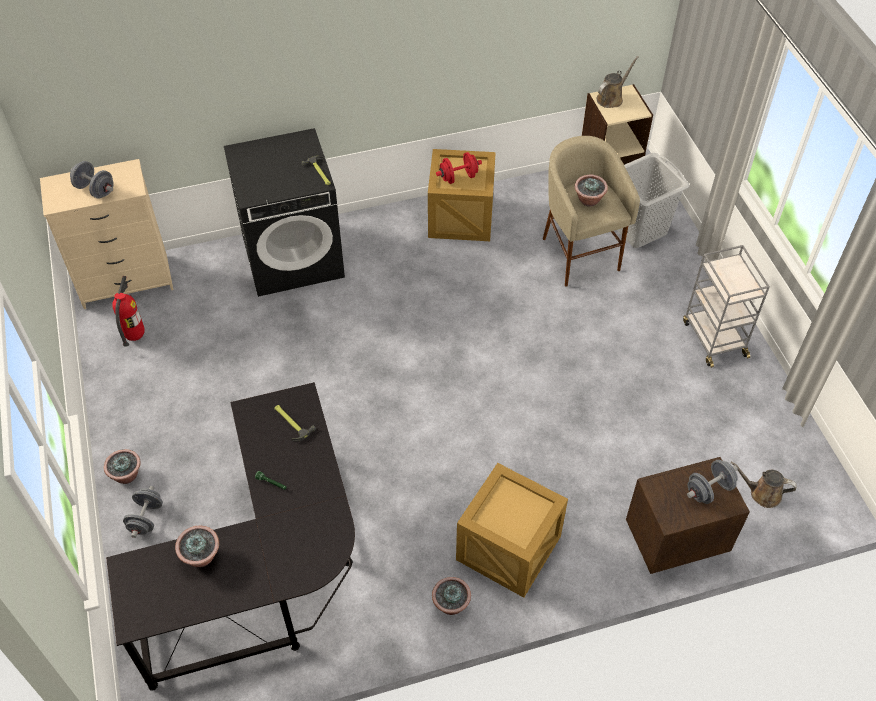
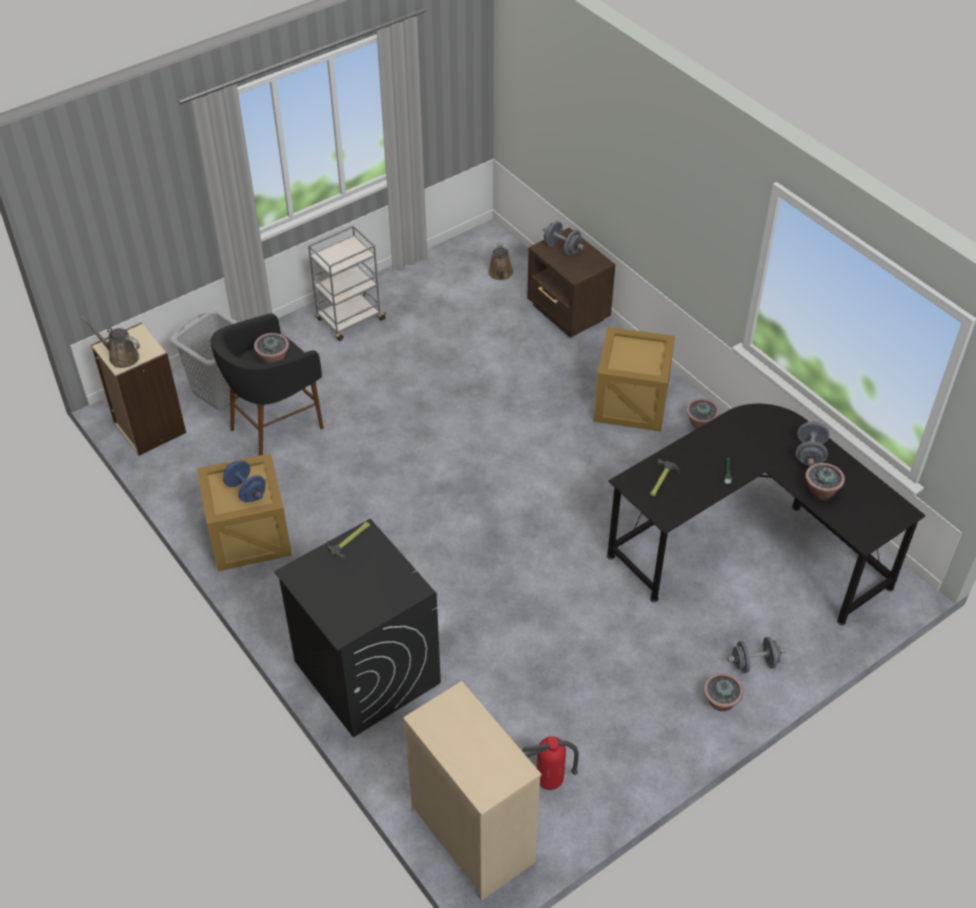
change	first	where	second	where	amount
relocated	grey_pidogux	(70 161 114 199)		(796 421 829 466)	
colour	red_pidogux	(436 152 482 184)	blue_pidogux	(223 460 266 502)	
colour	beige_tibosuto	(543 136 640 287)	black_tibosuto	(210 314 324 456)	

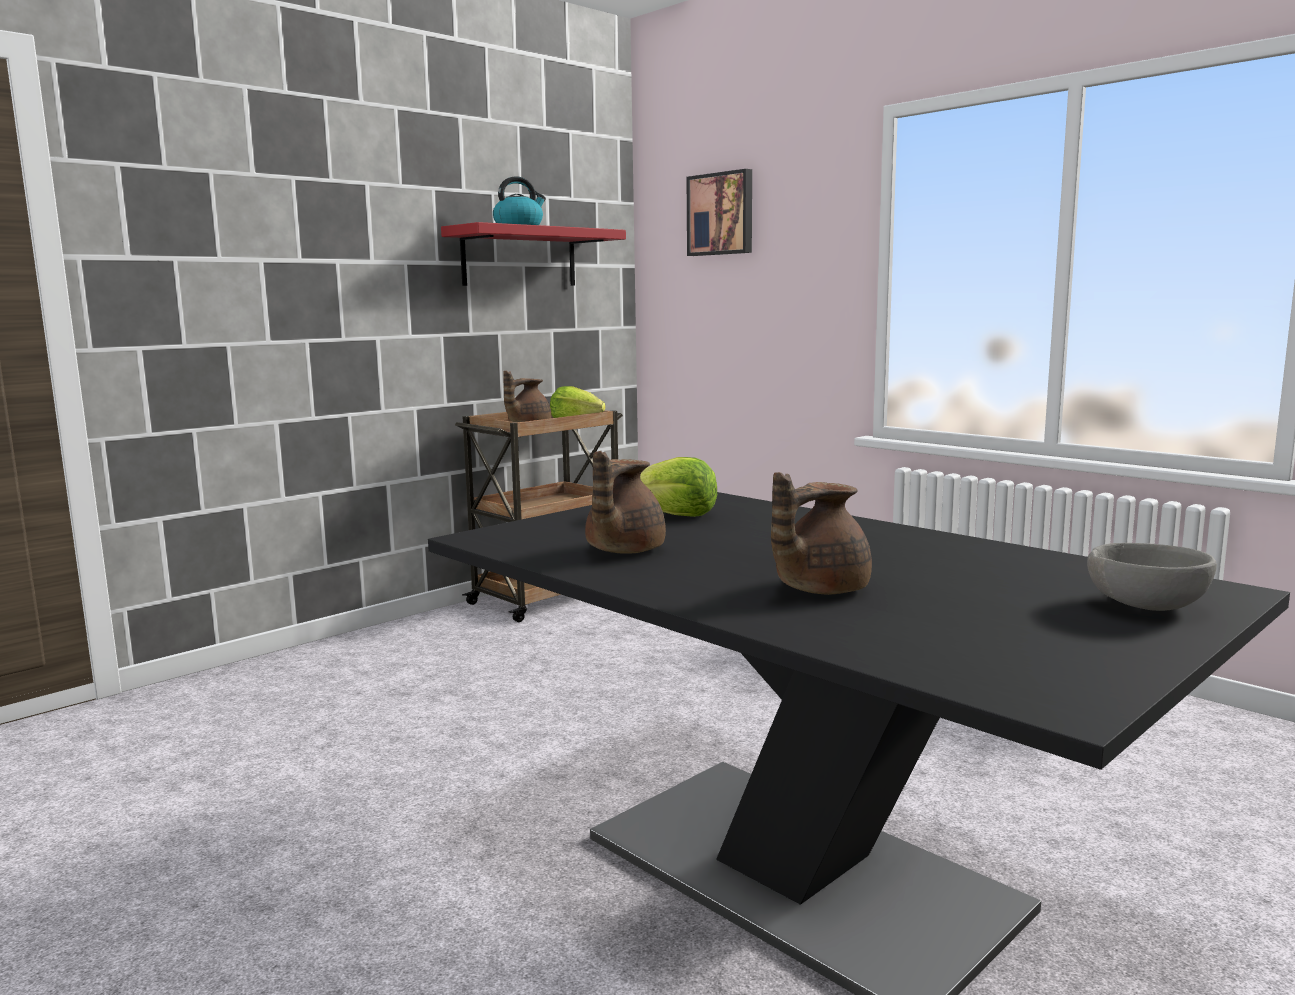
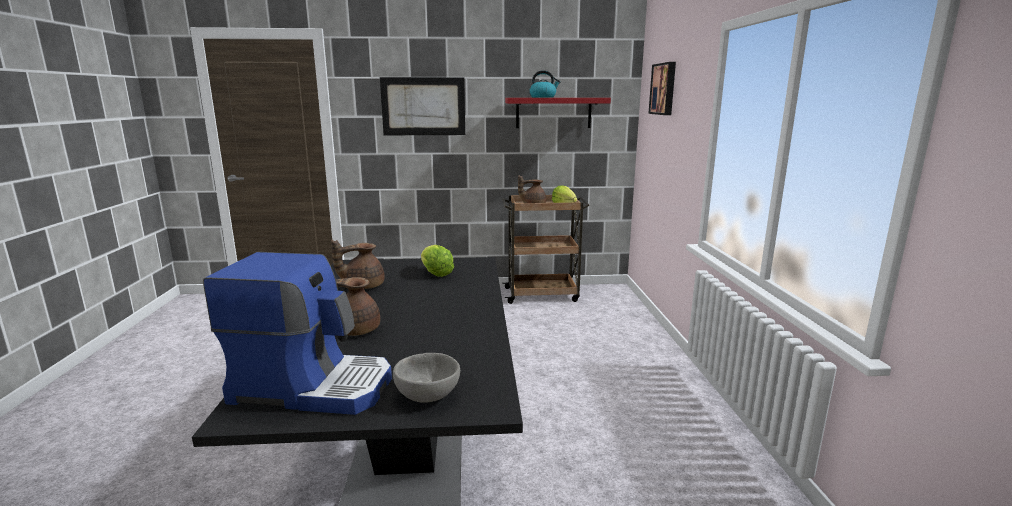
change	first	where	second	where	amount
appeared			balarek	(203 252 392 415)	
appeared			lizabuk	(380 77 465 135)	

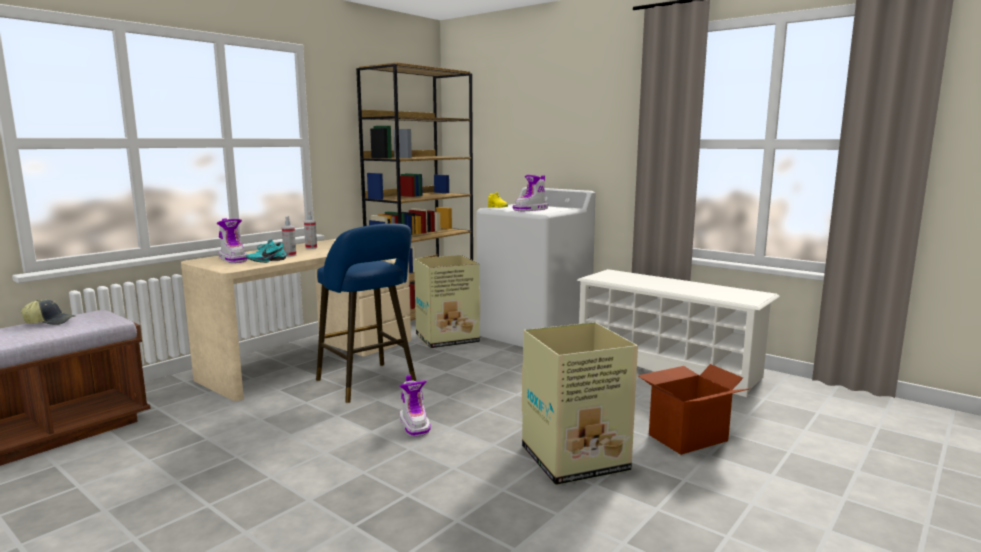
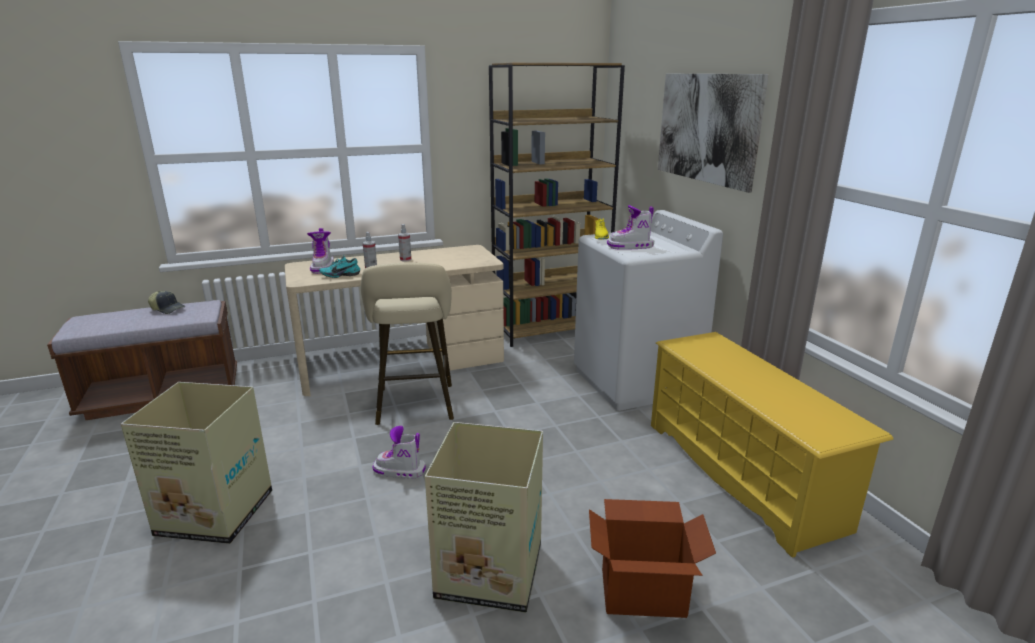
change	first	where	second	where	amount
appeared			lizabuk	(658 74 769 193)	
relocated	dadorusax	(414 255 480 348)		(121 382 272 544)	
colour	blue_tibosuto	(316 223 416 403)	beige_tibosuto	(361 263 454 425)	
colour	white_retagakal	(577 269 780 397)	yellow_retagakal	(651 332 893 558)	
spun	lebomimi	(399 375 431 437)		(373 426 426 478)	90 degrees clockwise

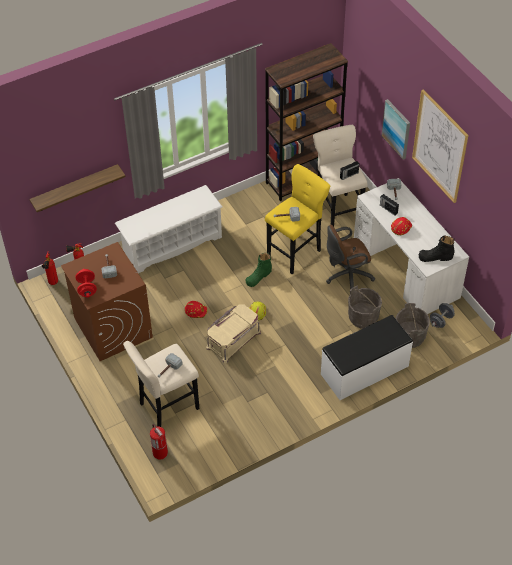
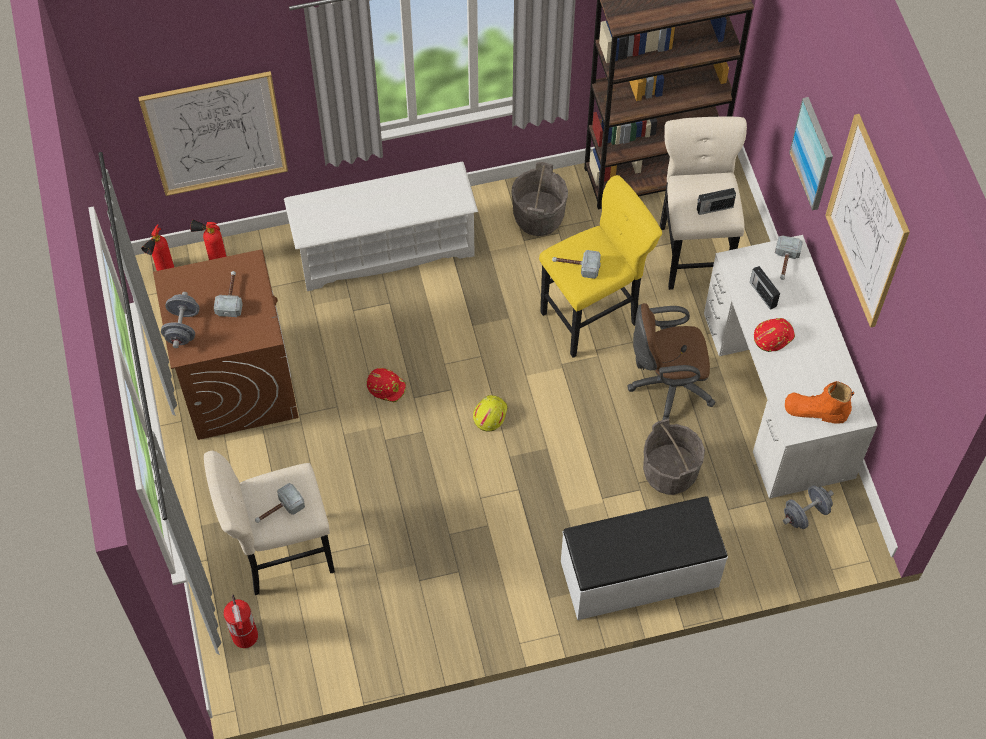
change	first	where	second	where	amount
missing	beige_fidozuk	(206 304 261 363)			
missing	green_lebomimi	(246 252 272 287)			
relocated	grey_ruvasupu	(396 303 430 348)		(511 162 568 236)	
exchanged	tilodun	(30 164 126 212)	lizabuk	(138 71 288 196)	
colour	red_pidogux	(76 269 97 298)	grey_pidogux	(161 292 200 348)	
colour	black_lebomimi	(419 235 455 262)	orange_lebomimi	(785 381 854 424)	

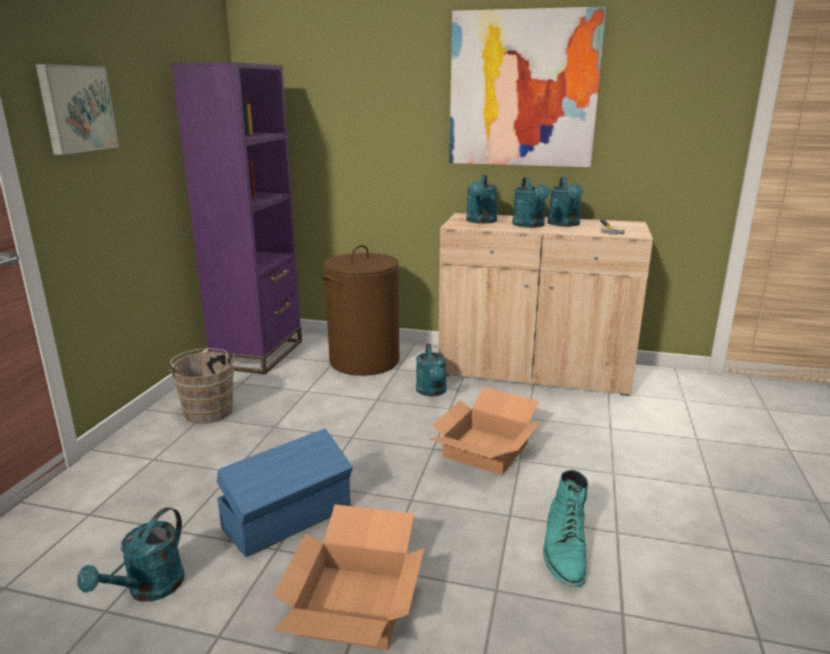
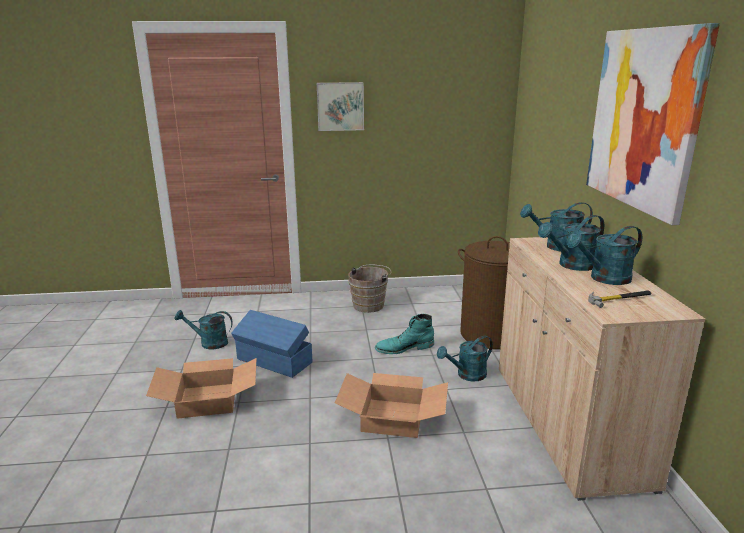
change	first	where	second	where	amount
missing	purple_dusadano	(171 62 302 374)			
relocated	turquoise_lebomimi	(543 470 588 588)		(375 314 434 354)	

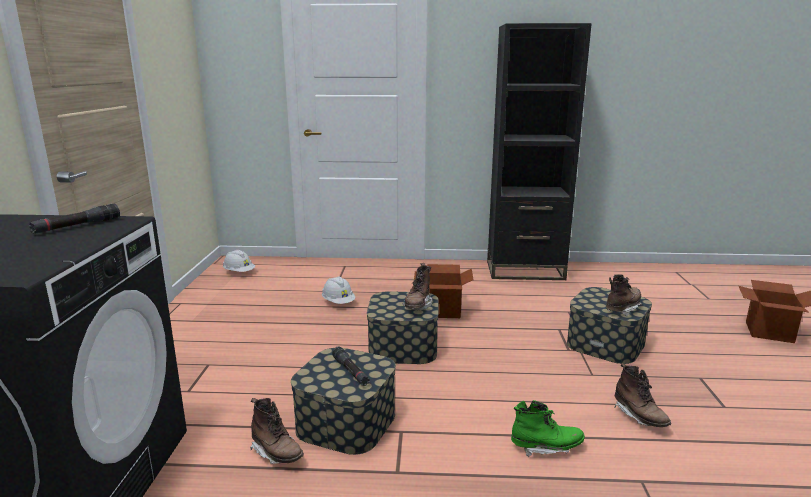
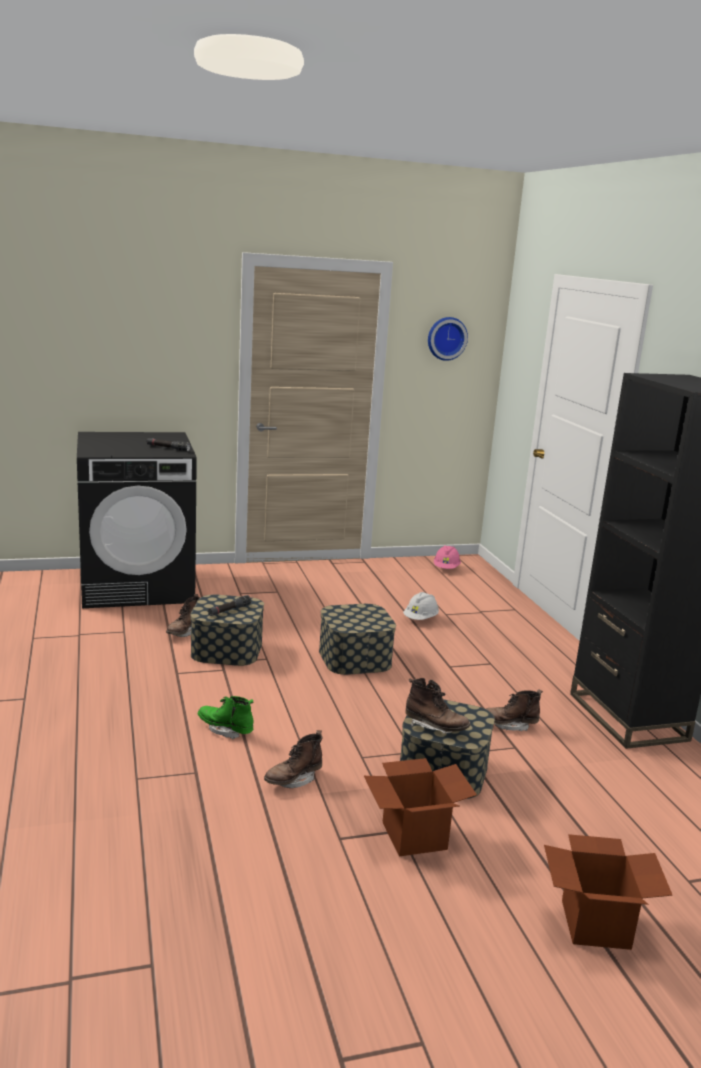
change	first	where	second	where	amount
appeared			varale	(428 317 468 361)	
relocated	brown_lebomimi	(402 263 432 310)		(486 690 543 731)	
relocated	dadorusax	(414 264 474 318)		(364 758 477 856)	
colour	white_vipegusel	(223 250 255 272)	pink_vipegusel	(434 545 461 569)	
spun	green_lebomimi	(511 400 585 457)		(198 696 253 739)	135 degrees clockwise

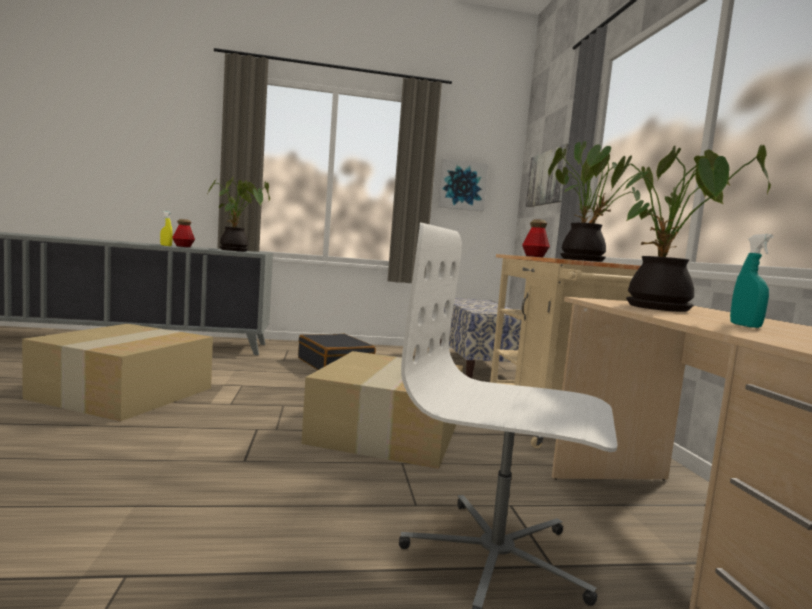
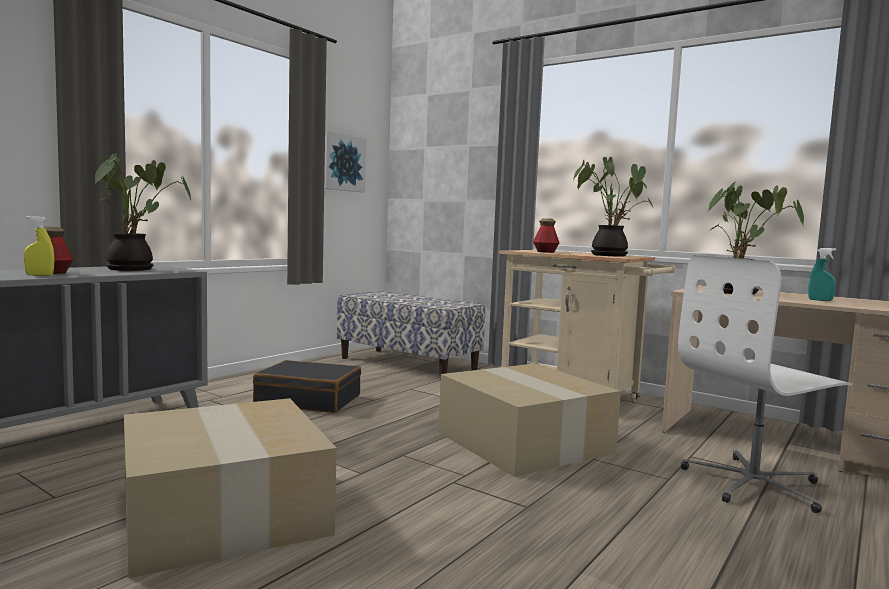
change	first	where	second	where	amount
missing	lizabuk	(526 143 568 207)			

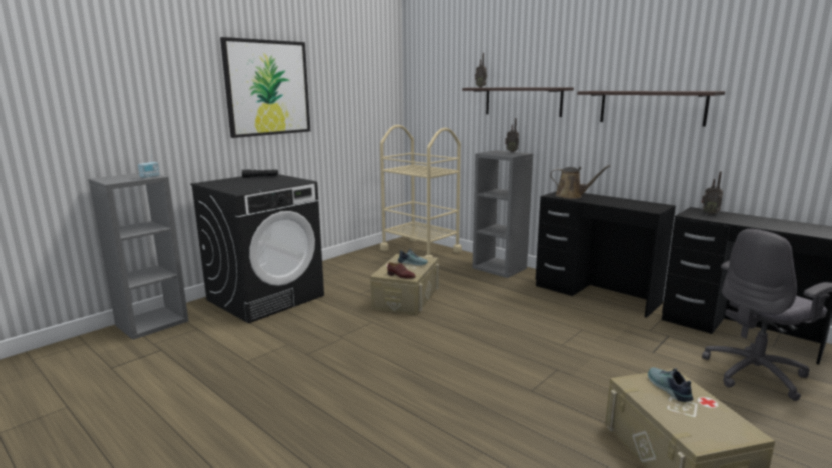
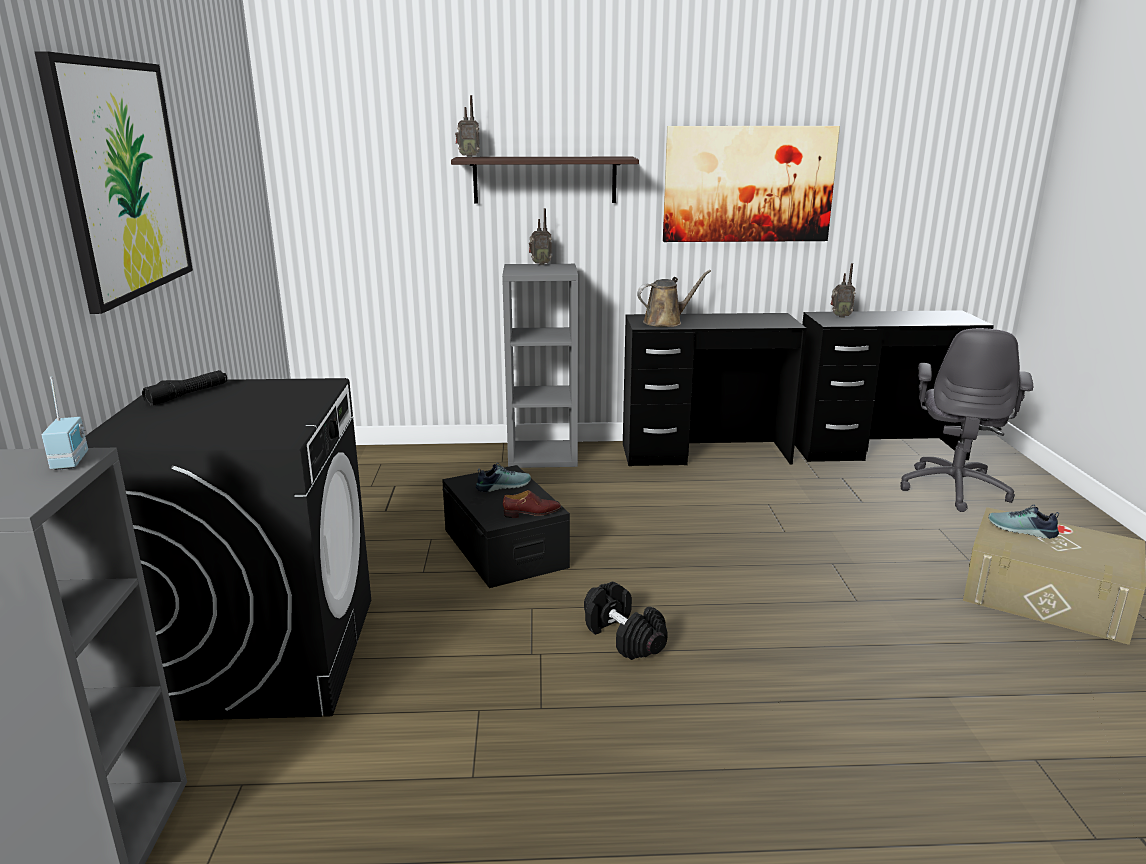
change	first	where	second	where	amount
missing	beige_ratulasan	(380 125 462 257)			
appeared			black_pidogux	(584 582 668 660)	
exchanged	tilodun	(577 91 725 127)	lizabuk	(663 126 840 242)	
colour	beige_fidozuk	(370 254 439 315)	black_fidozuk	(442 465 570 588)	

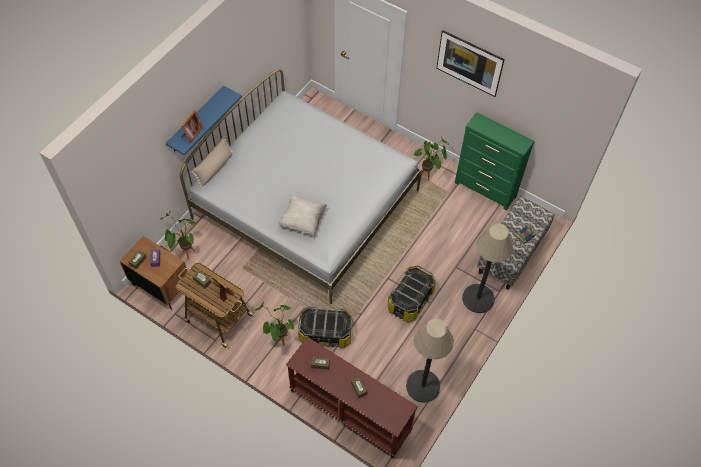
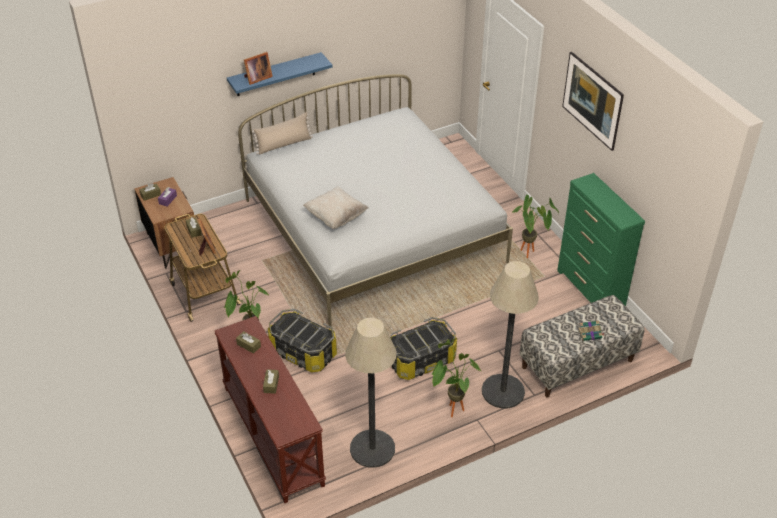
change	first	where	second	where	amount
relocated	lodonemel	(161 212 197 260)		(432 339 481 417)	

